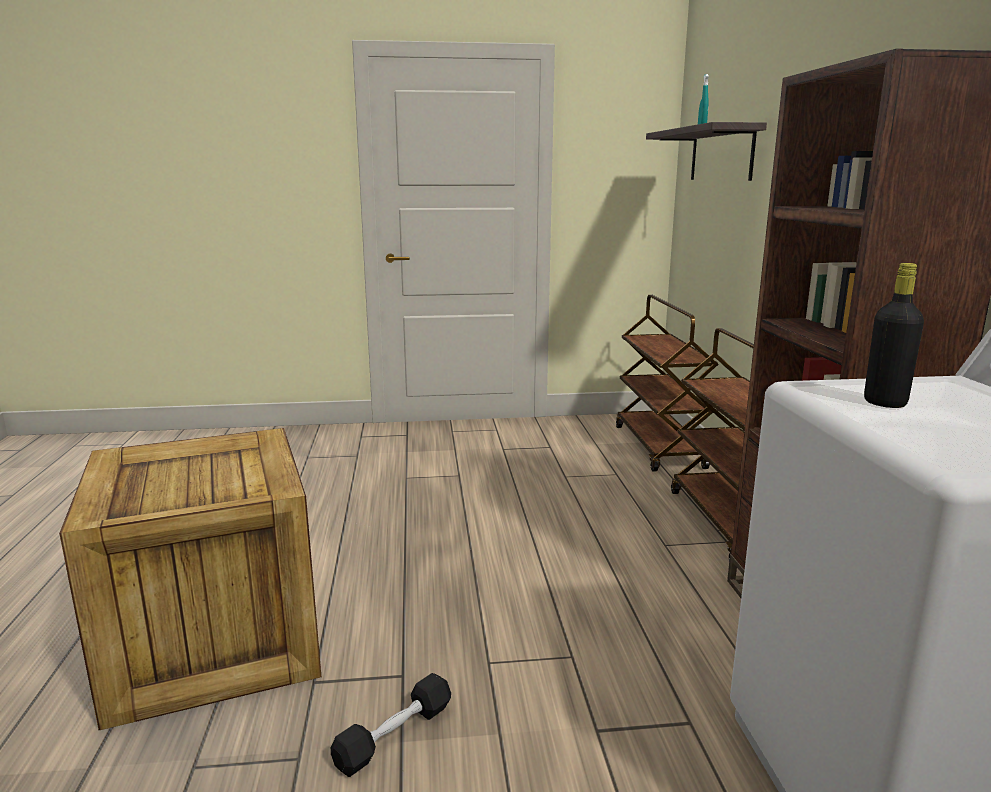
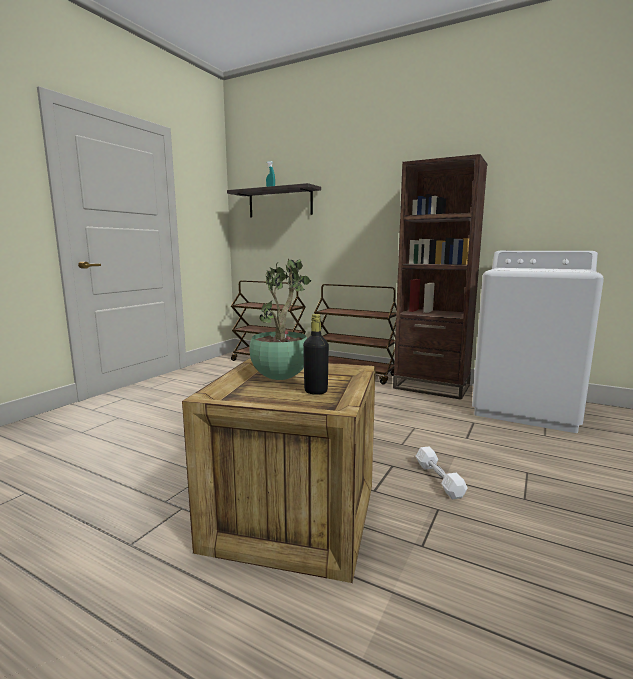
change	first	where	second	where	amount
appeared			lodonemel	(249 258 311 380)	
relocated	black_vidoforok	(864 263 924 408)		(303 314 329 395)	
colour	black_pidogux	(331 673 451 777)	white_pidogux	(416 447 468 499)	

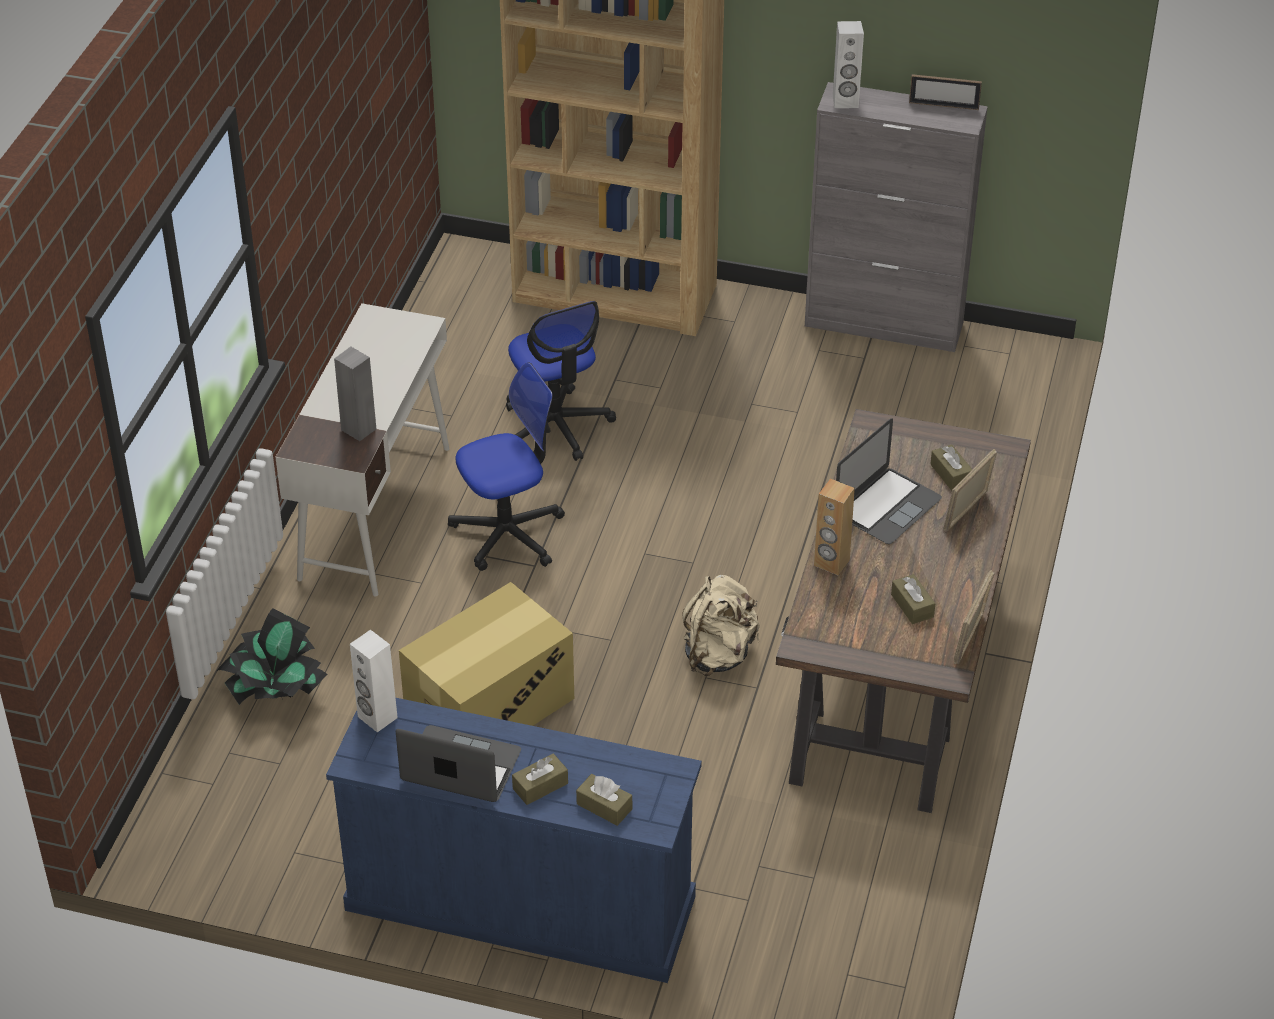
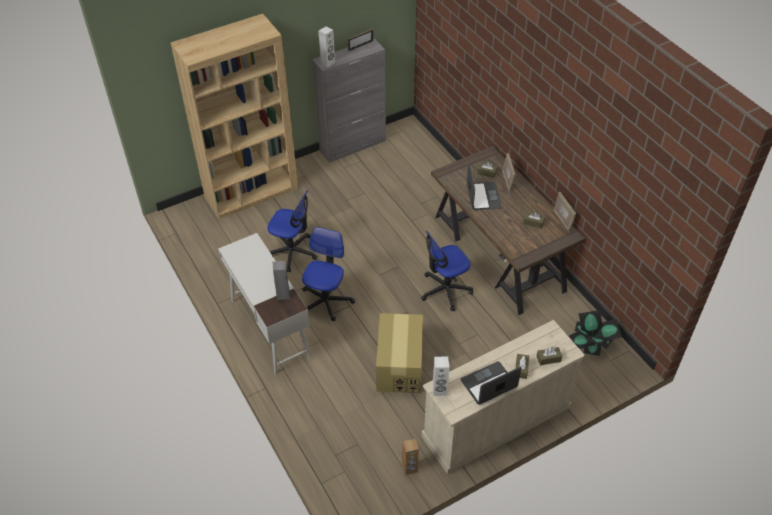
change	first	where	second	where	amount
relocated	lodonemel	(216 608 327 705)		(568 310 622 356)	
relocated	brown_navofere	(814 479 855 575)		(402 439 419 476)	
exchanged	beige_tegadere	(683 575 760 676)	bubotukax	(421 231 473 311)	
colour	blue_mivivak	(326 698 702 983)	beige_mivivak	(421 320 585 474)	

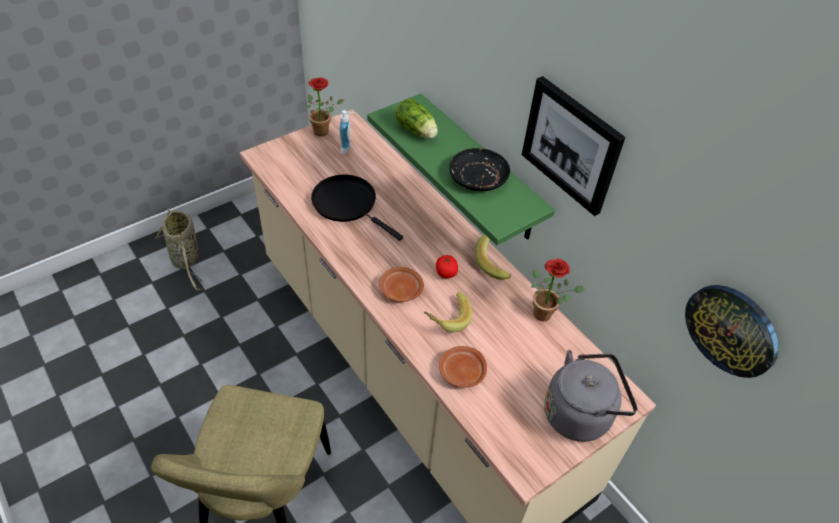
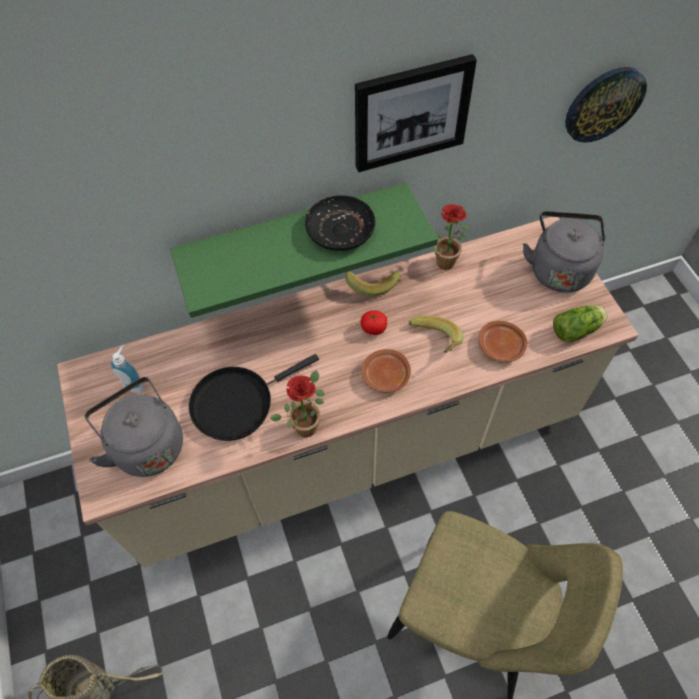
change	first	where	second	where	amount
appeared			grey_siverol	(84 377 183 477)	
relocated	lodonemel	(306 77 344 136)		(270 370 325 437)	
relocated	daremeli	(395 99 438 139)		(553 305 608 342)	

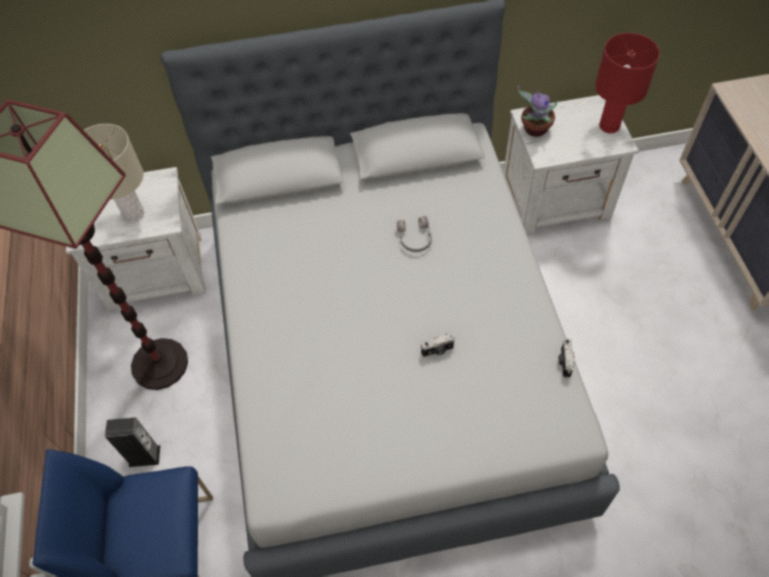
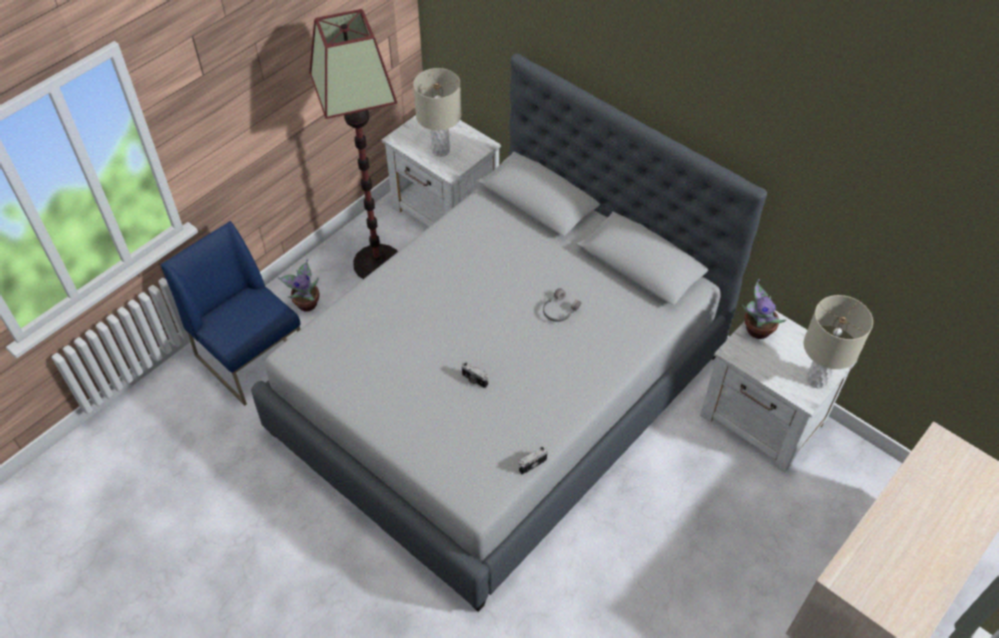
change	first	where	second	where	amount
exchanged	navofere	(105 417 160 467)	lodonemel	(278 259 320 312)	
colour	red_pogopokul	(595 33 660 133)	beige_pogopokul	(804 295 873 389)	

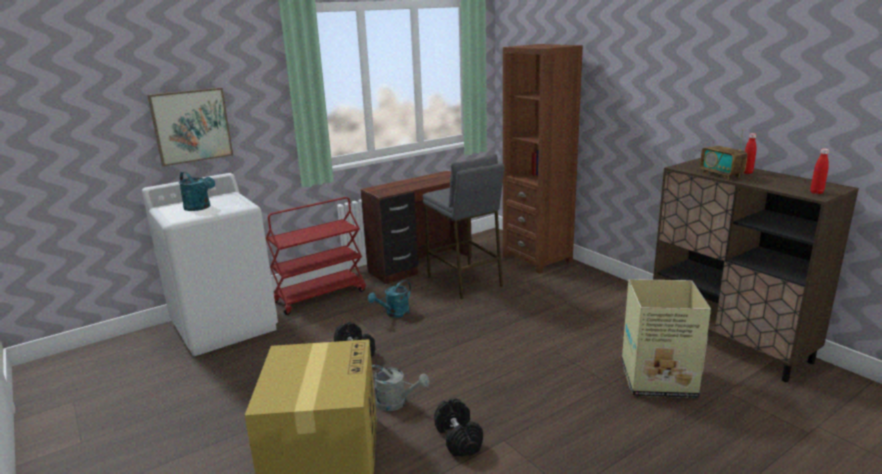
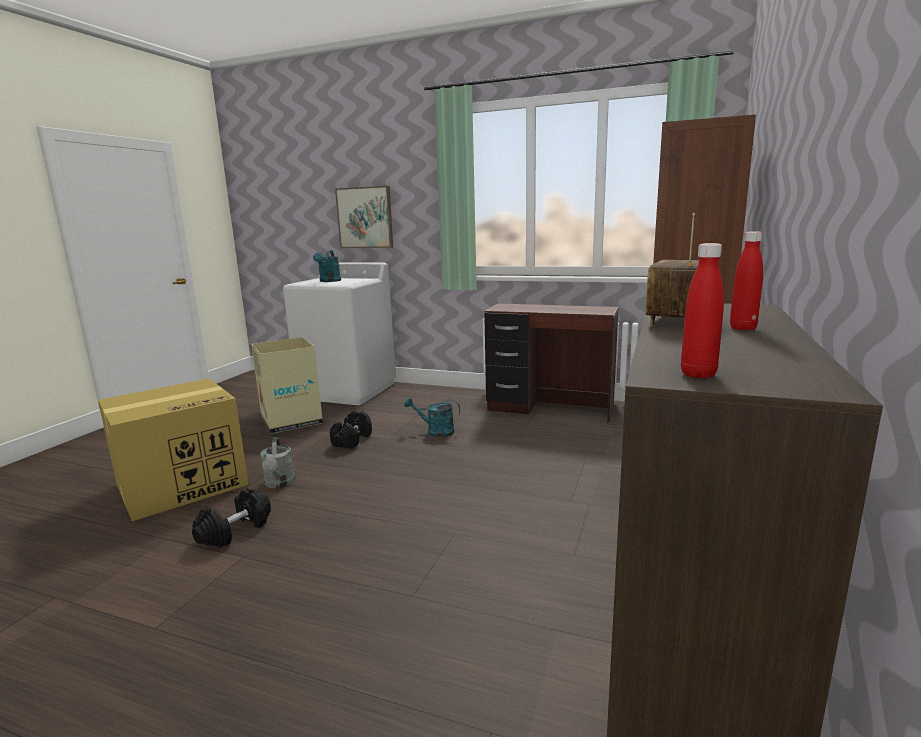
change	first	where	second	where	amount
missing	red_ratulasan	(266 197 366 315)			
missing	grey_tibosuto	(423 154 504 299)			
relocated	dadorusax	(622 279 711 398)		(251 337 323 434)	

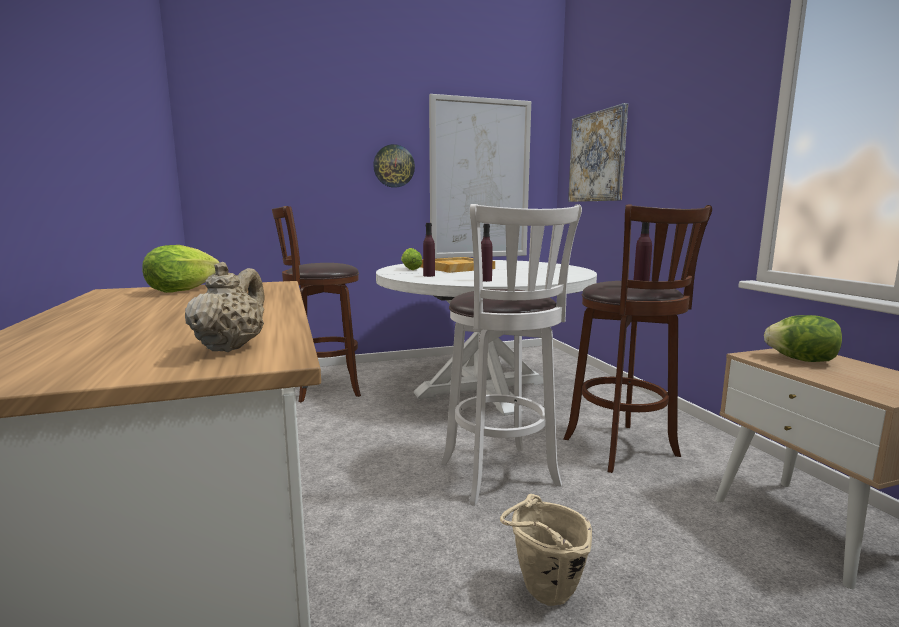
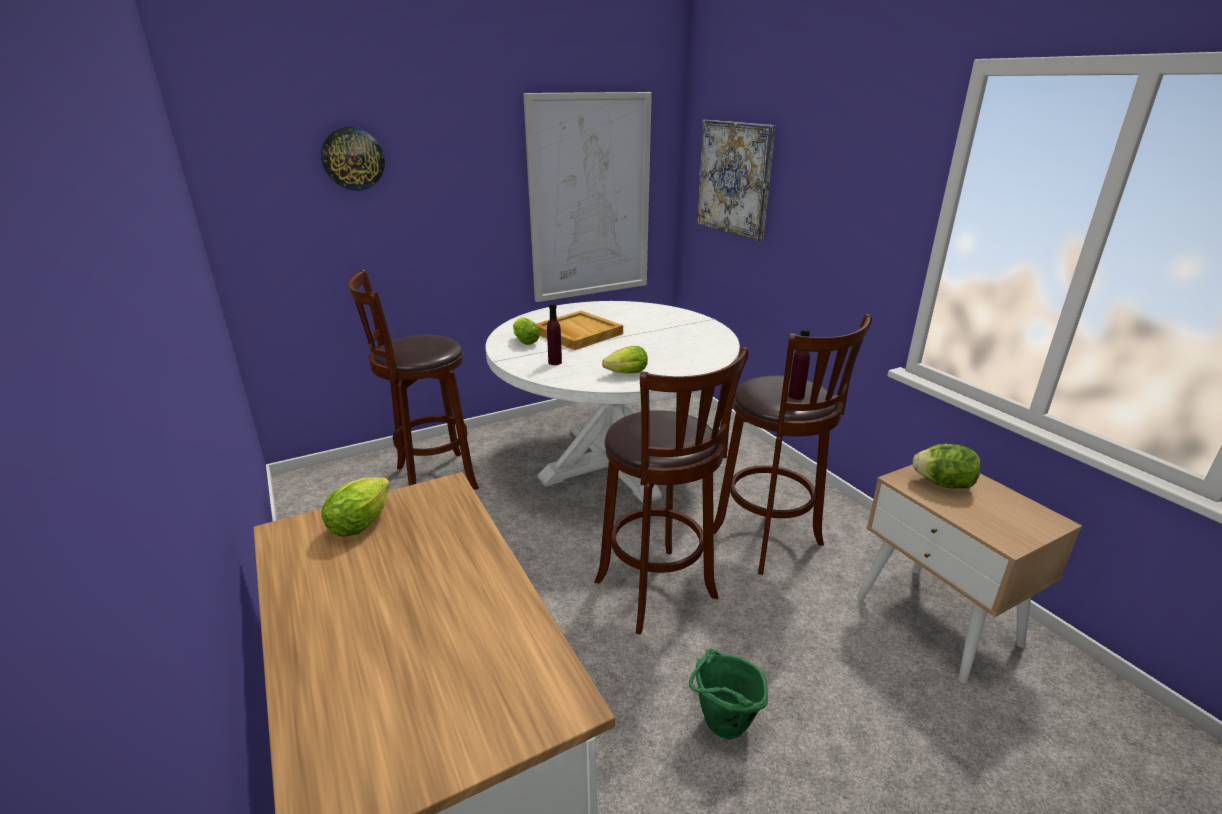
change	first	where	second	where	amount
missing	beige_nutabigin	(185 262 265 352)			
relocated	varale	(373 144 415 188)		(321 127 385 191)	
exchanged	purple_vidoforok	(481 224 493 282)	daremeli	(602 346 648 374)	
colour	white_tibosuto	(441 204 582 506)	brown_tibosuto	(594 347 748 635)	
colour	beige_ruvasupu	(500 494 592 606)	green_ruvasupu	(689 648 768 740)	

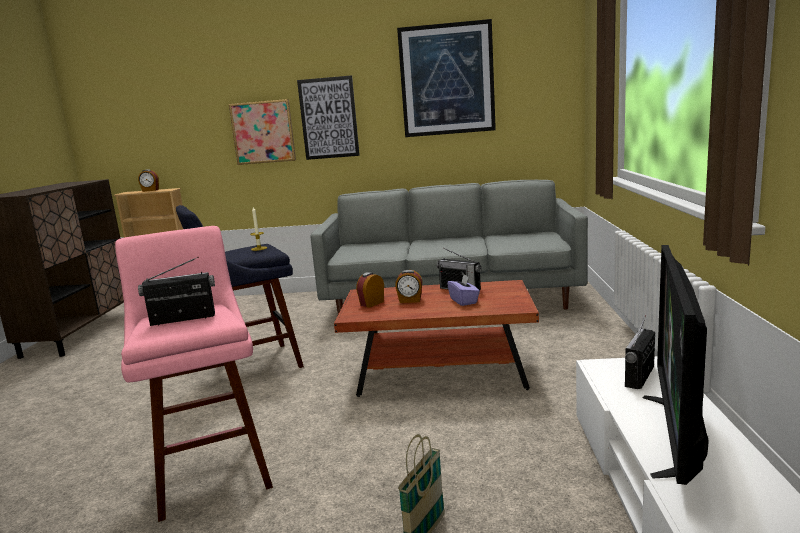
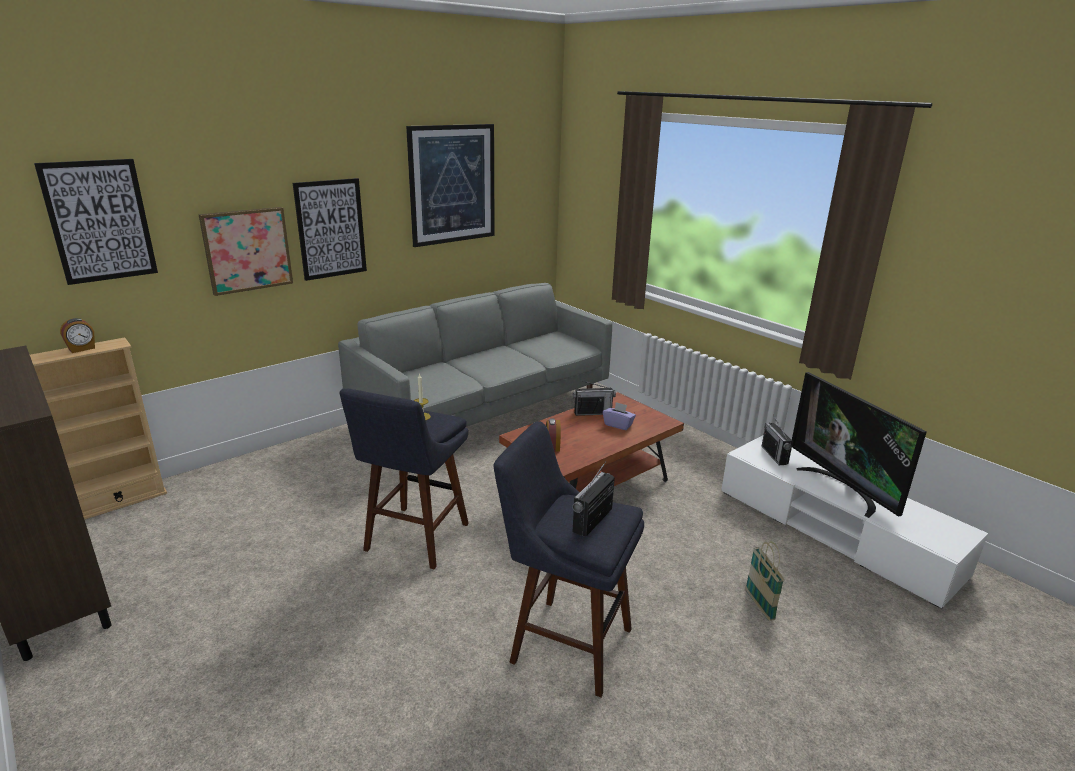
change	first	where	second	where	amount
missing	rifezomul	(395 270 423 303)			
appeared			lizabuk	(34 159 158 285)	
colour	pink_tibosuto	(115 226 273 522)	blue_tibosuto	(494 421 644 698)	

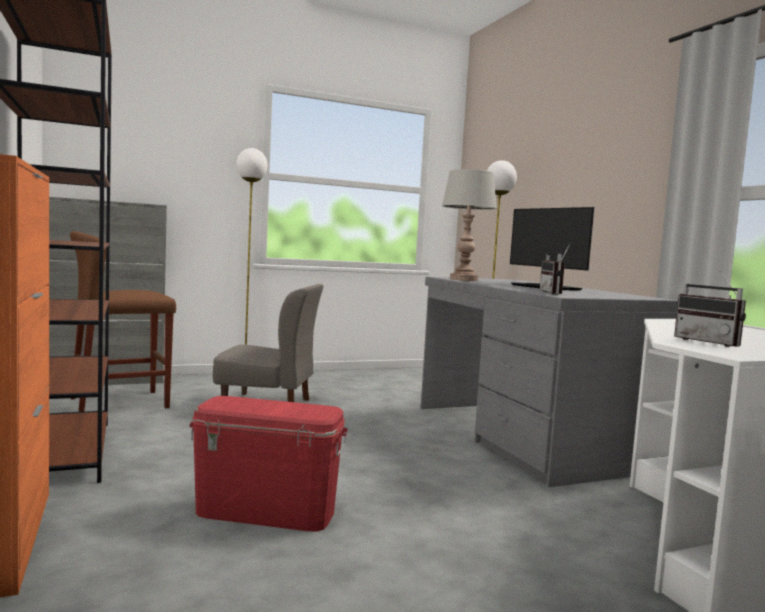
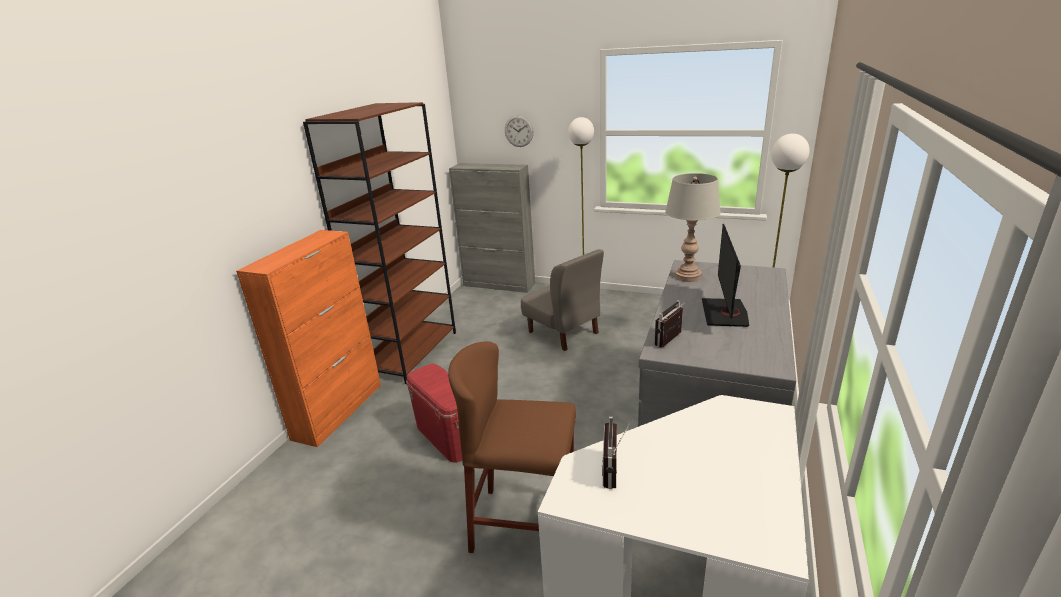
change	first	where	second	where	amount
appeared			varale	(505 115 534 147)	
relocated	brown_tibosuto	(70 231 176 412)		(448 341 576 553)	

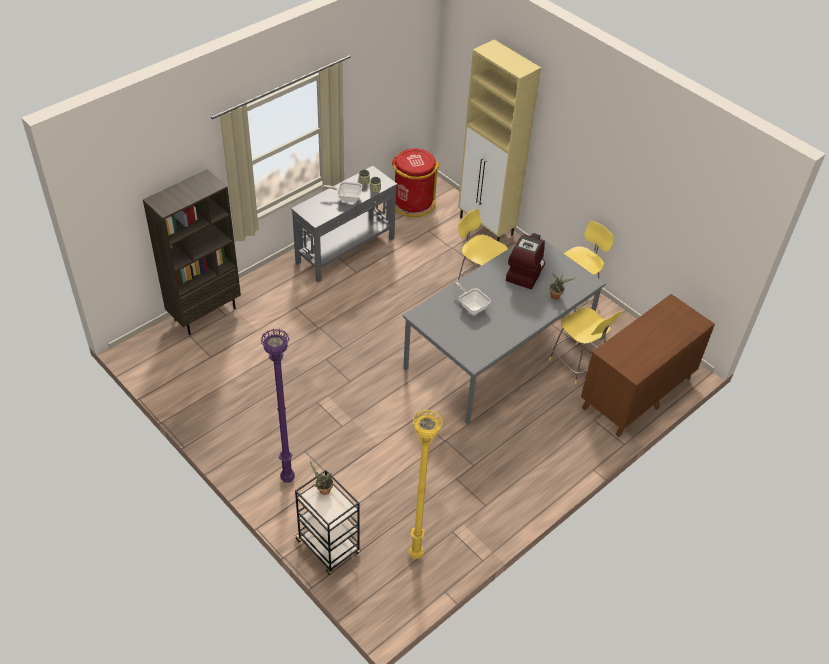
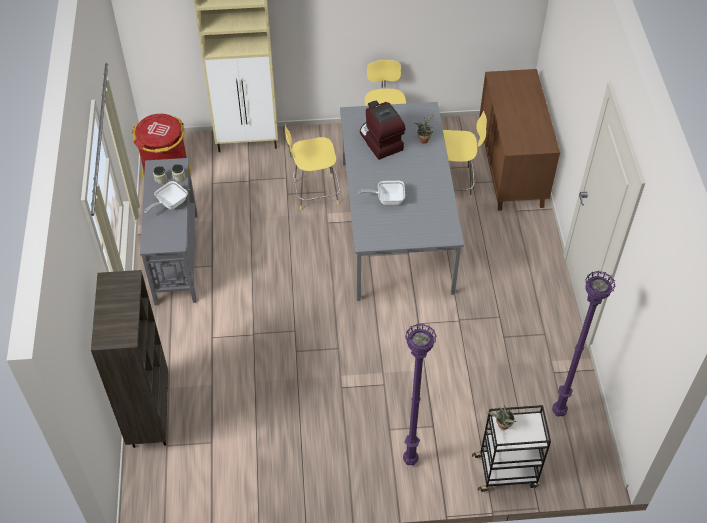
change	first	where	second	where	amount
colour	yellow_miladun	(409 409 443 559)	purple_miladun	(552 270 615 416)	

